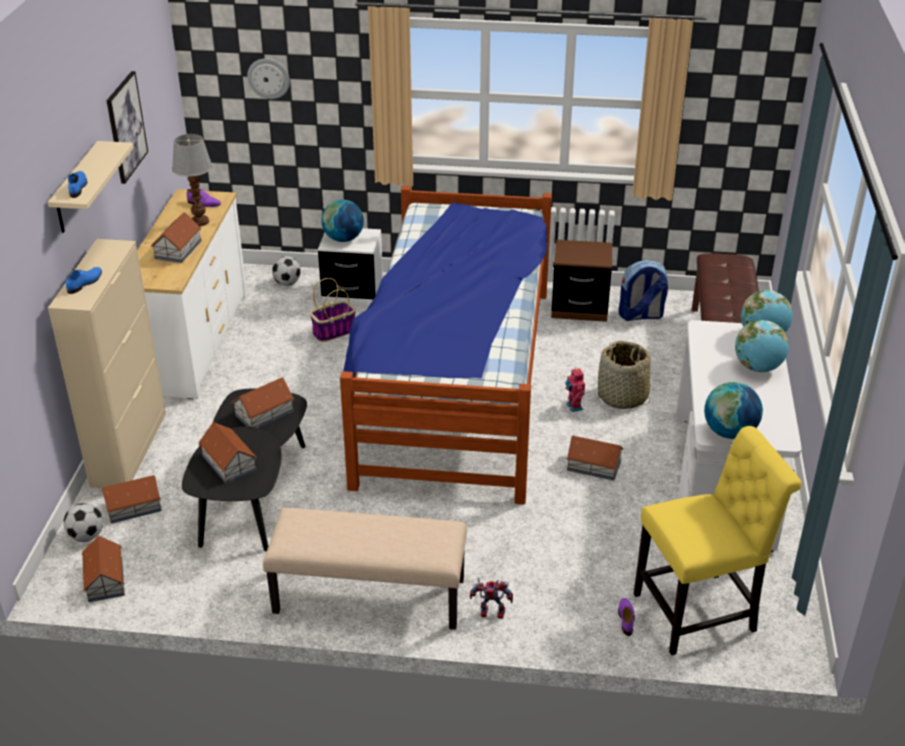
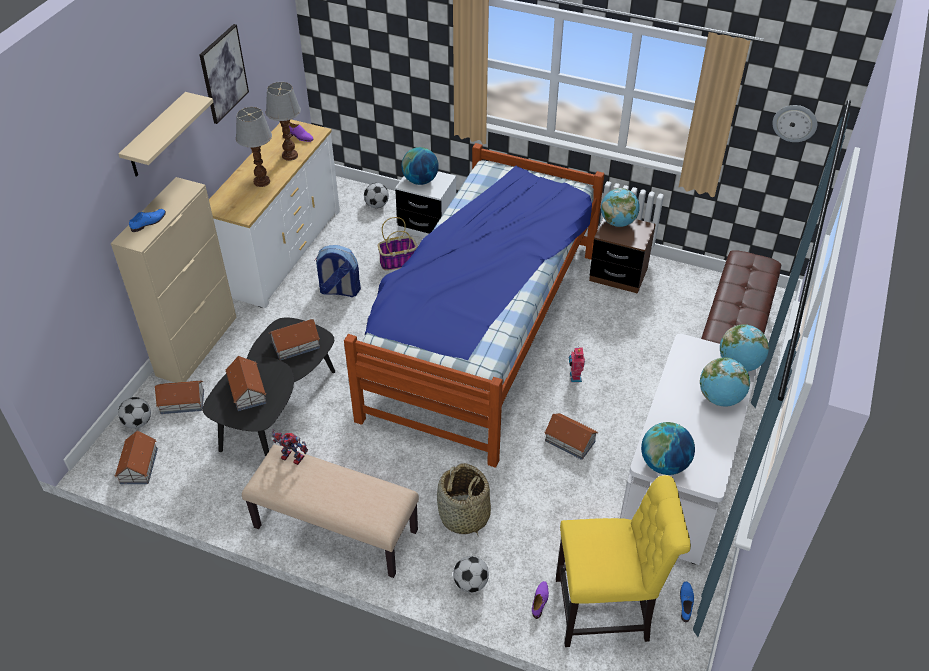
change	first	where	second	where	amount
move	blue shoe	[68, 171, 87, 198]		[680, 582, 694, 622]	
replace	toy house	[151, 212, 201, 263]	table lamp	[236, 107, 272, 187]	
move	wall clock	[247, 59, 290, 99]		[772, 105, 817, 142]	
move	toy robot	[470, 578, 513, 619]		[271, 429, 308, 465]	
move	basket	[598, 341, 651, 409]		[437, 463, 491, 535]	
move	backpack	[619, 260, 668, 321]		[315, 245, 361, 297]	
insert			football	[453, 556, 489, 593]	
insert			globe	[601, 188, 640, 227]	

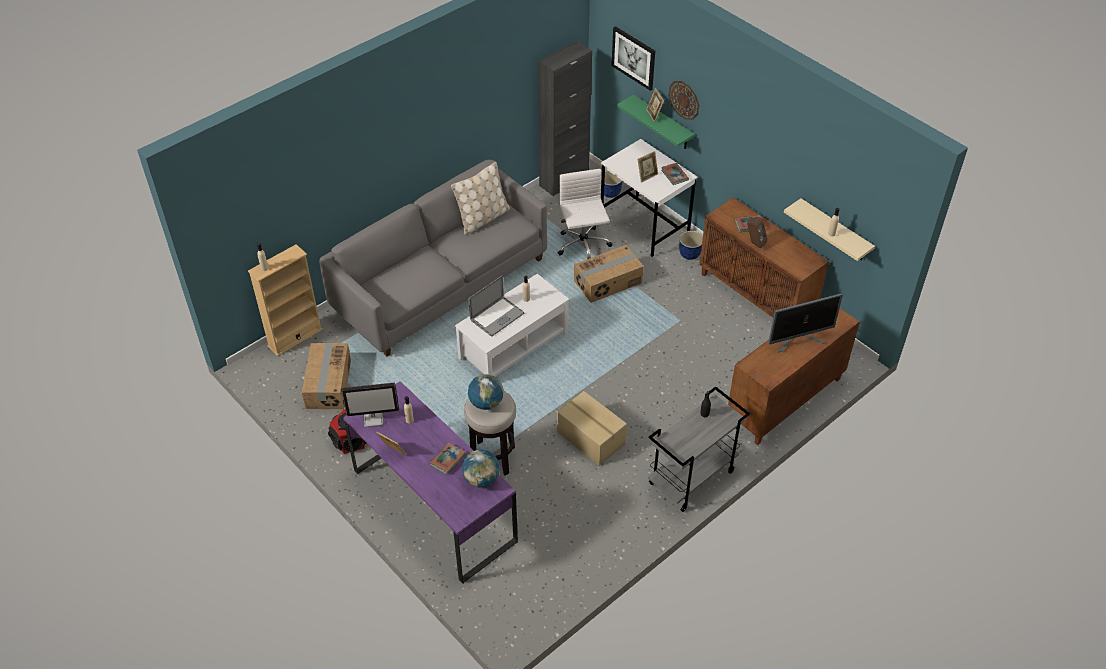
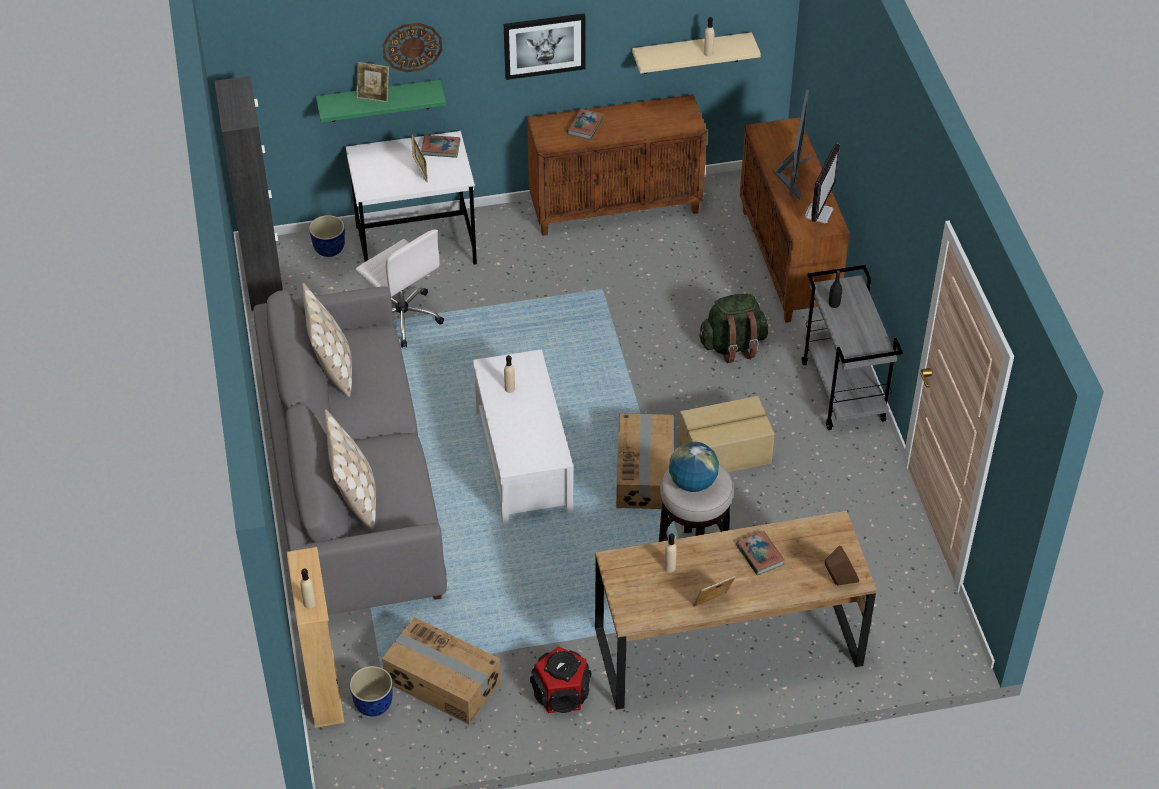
change	first	where	second	where	amount
move	monitor	[341, 383, 399, 427]		[805, 143, 840, 223]	
recolor	purple desk	[343, 381, 518, 584]	brown desk	[595, 511, 877, 710]	
delete	globe	[462, 449, 500, 488]			
delete	laptop	[469, 275, 525, 337]			
rotate	white office chair	[558, 169, 613, 259]		[355, 229, 444, 348]	150 degrees counterclockwise
move	cardboard box	[574, 245, 644, 303]		[616, 413, 673, 509]	
move	picture	[611, 26, 655, 91]		[504, 13, 586, 80]	
move	planter	[679, 231, 703, 260]		[350, 666, 392, 716]	
move	brown speaker	[747, 217, 767, 248]		[825, 546, 859, 586]	
insert			beige pillow	[325, 409, 376, 530]	
insert			green backpack	[699, 294, 768, 363]	

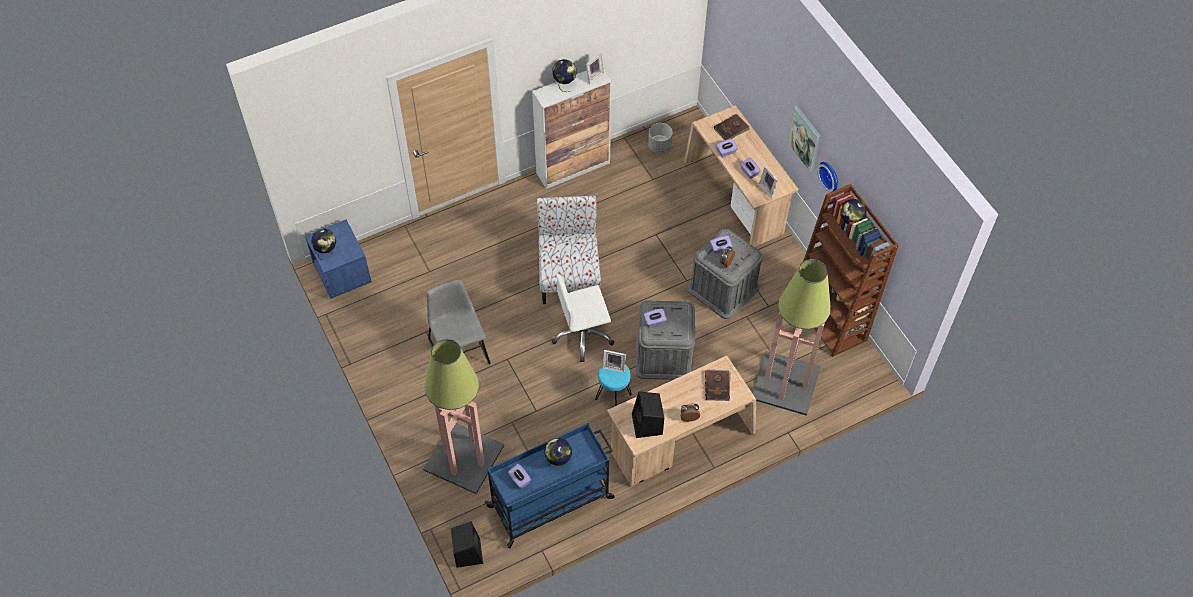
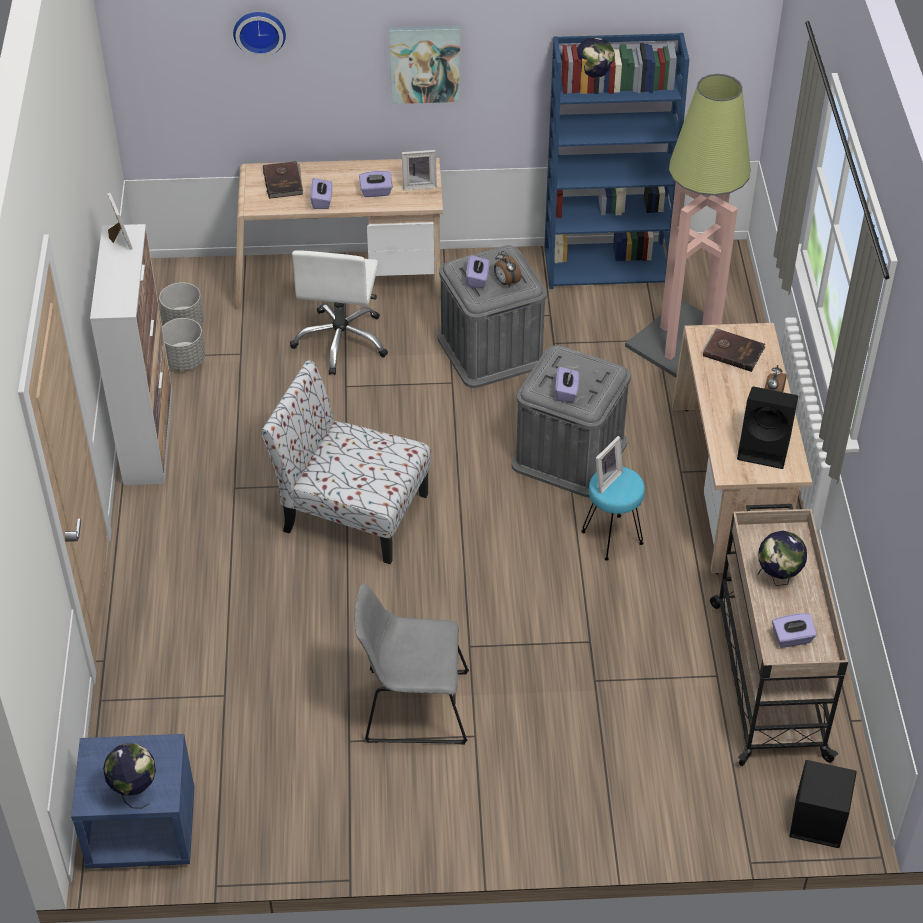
change	first	where	second	where	amount
delete	floor lamp	[423, 339, 504, 494]			
recolor	blue cart	[485, 423, 614, 549]	beige cart	[710, 504, 848, 766]	
move	white office chair	[552, 274, 614, 362]		[290, 250, 388, 375]	
delete	globe	[553, 59, 576, 92]			
recolor	brown bookcase	[803, 184, 899, 357]	blue bookcase	[544, 33, 689, 289]	
move	wall clock	[817, 162, 838, 192]		[233, 12, 286, 57]	
insert			grey planter	[162, 318, 205, 371]	

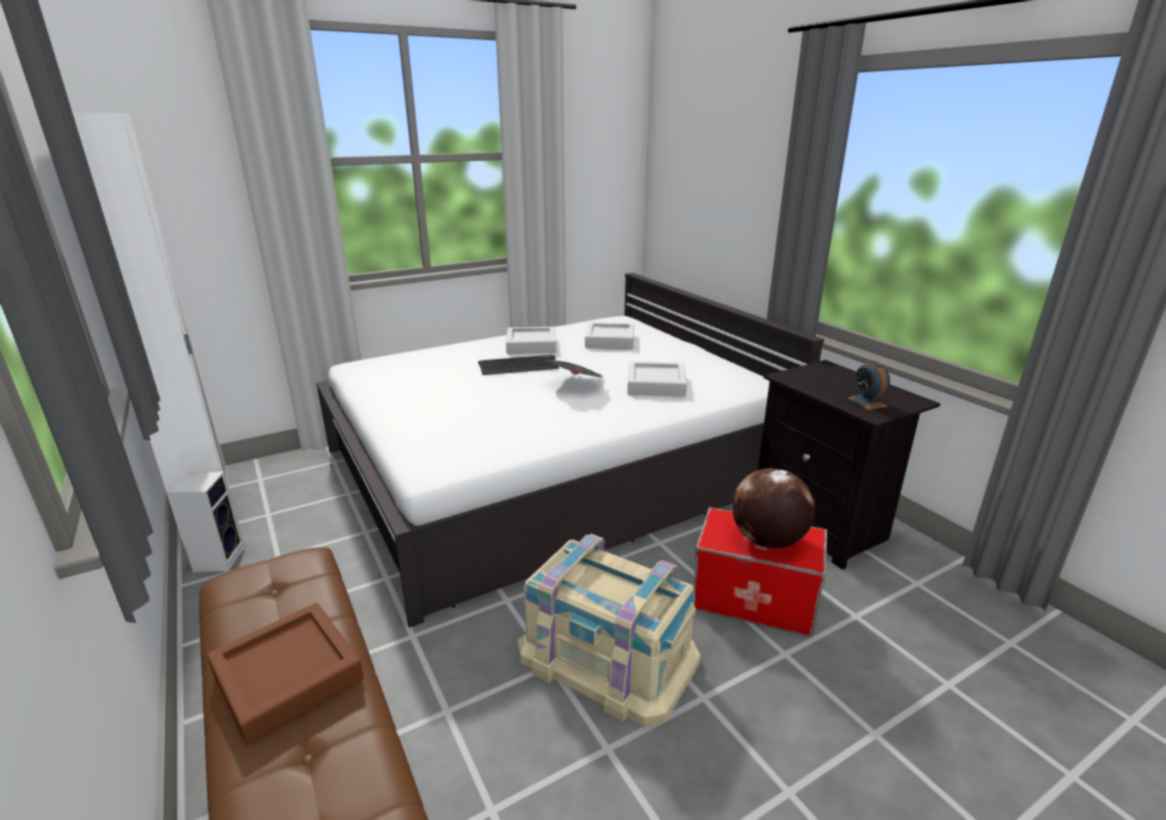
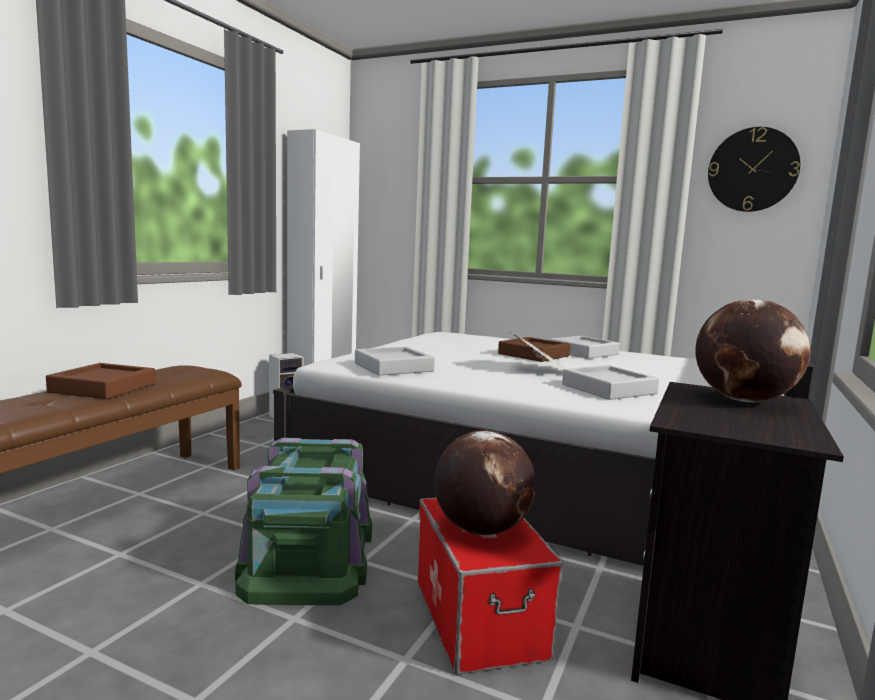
change	first	where	second	where	amount
replace	keyboard	[478, 355, 559, 375]	brown tray	[498, 337, 570, 362]	
recolor	beige storage box	[518, 534, 700, 727]	green storage box	[235, 438, 372, 605]	
move	grey tray	[585, 322, 634, 349]		[355, 347, 435, 376]	
delete	alarm clock	[848, 361, 890, 410]			
insert			globe	[696, 299, 811, 402]	
insert			wall clock	[708, 127, 800, 212]	

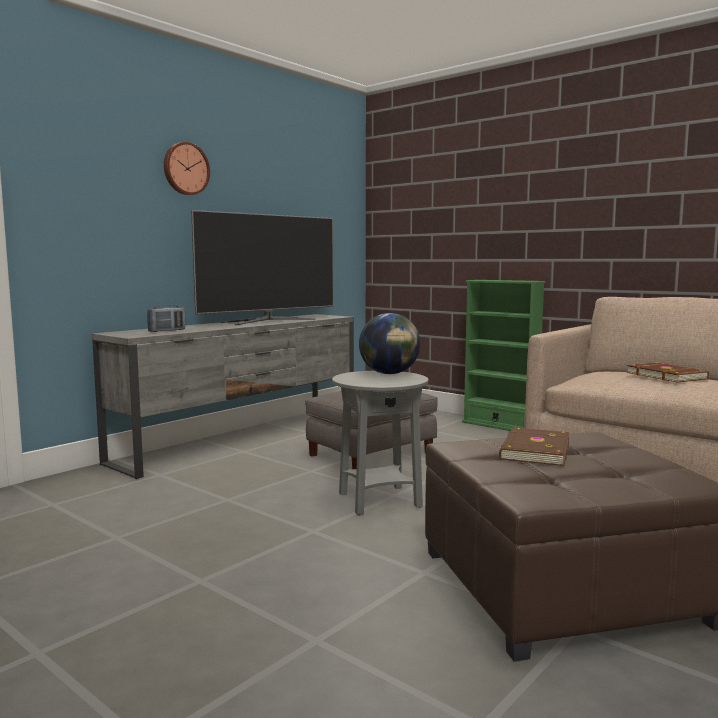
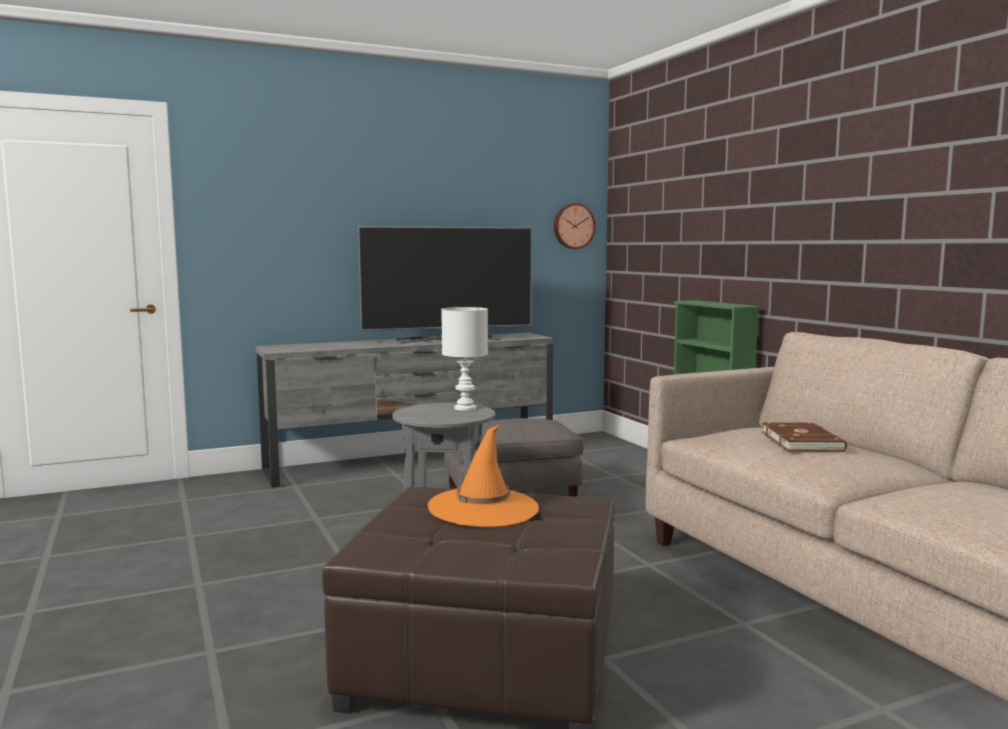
change	first	where	second	where	amount
delete	radio	[147, 305, 185, 332]			
move	wall clock	[164, 142, 210, 195]		[554, 203, 596, 249]	
replace	globe	[359, 313, 421, 374]	white table lamp	[441, 307, 488, 411]	
replace	brown book	[499, 428, 569, 466]	orange hat	[427, 424, 539, 527]	

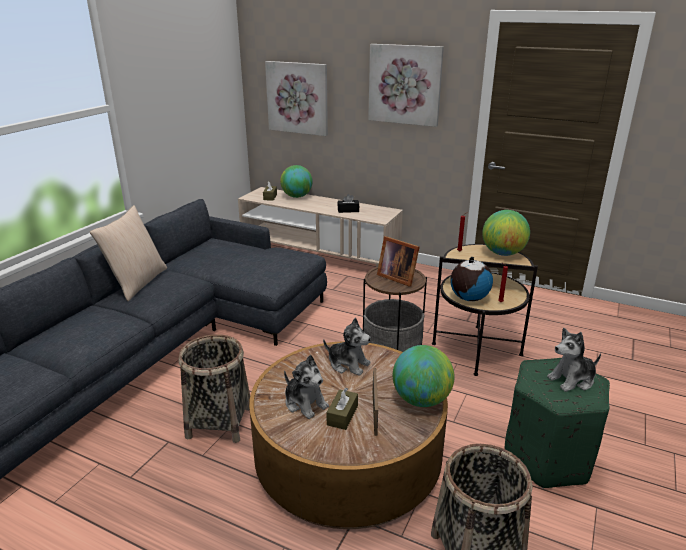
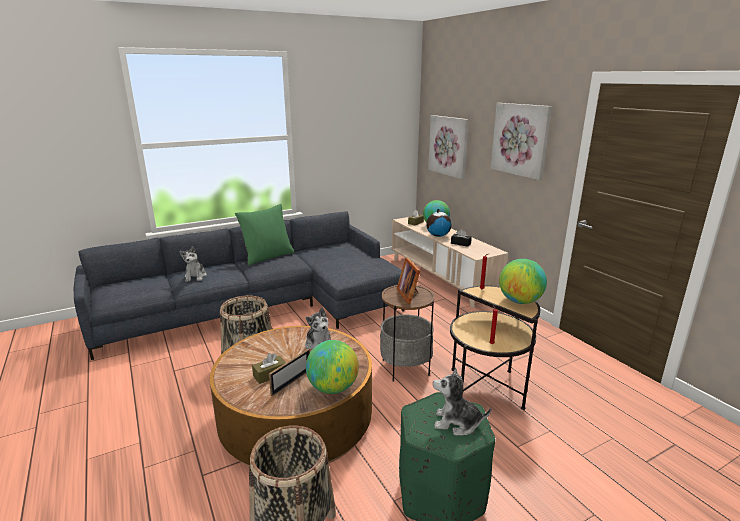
change	first	where	second	where	amount
recolor	beige pillow	[90, 205, 167, 301]	green pillow	[235, 204, 295, 266]	
move	plush toy	[284, 355, 329, 419]		[179, 246, 207, 282]	
move	globe	[450, 257, 493, 301]		[426, 209, 452, 237]	

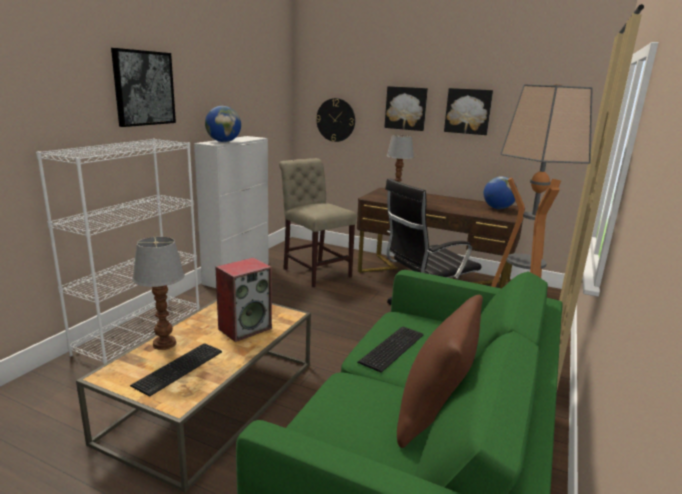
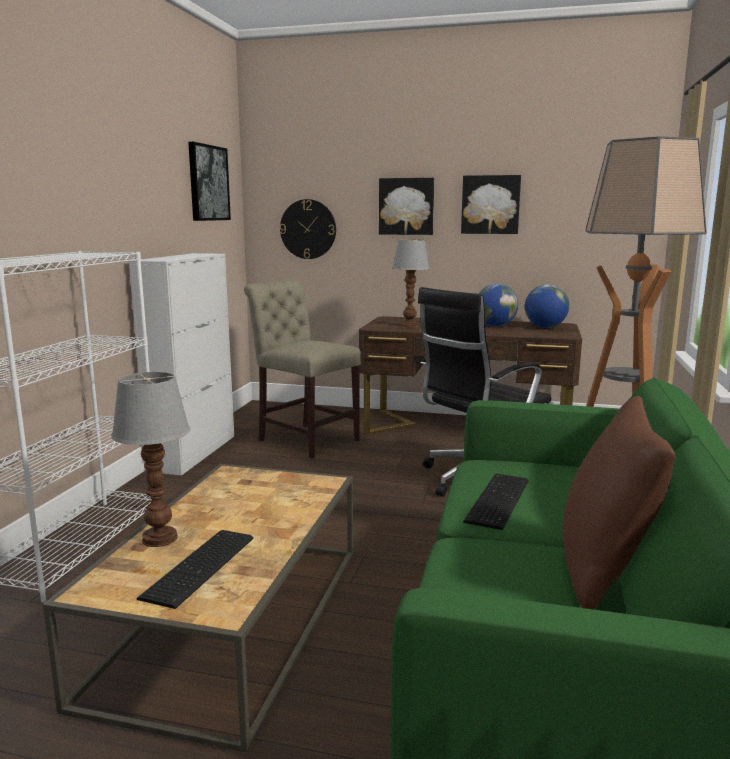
change	first	where	second	where	amount
move	picture	[111, 48, 176, 127]		[188, 142, 231, 221]	
move	globe	[205, 106, 241, 142]		[479, 284, 518, 326]	
delete	speaker	[216, 258, 272, 342]			

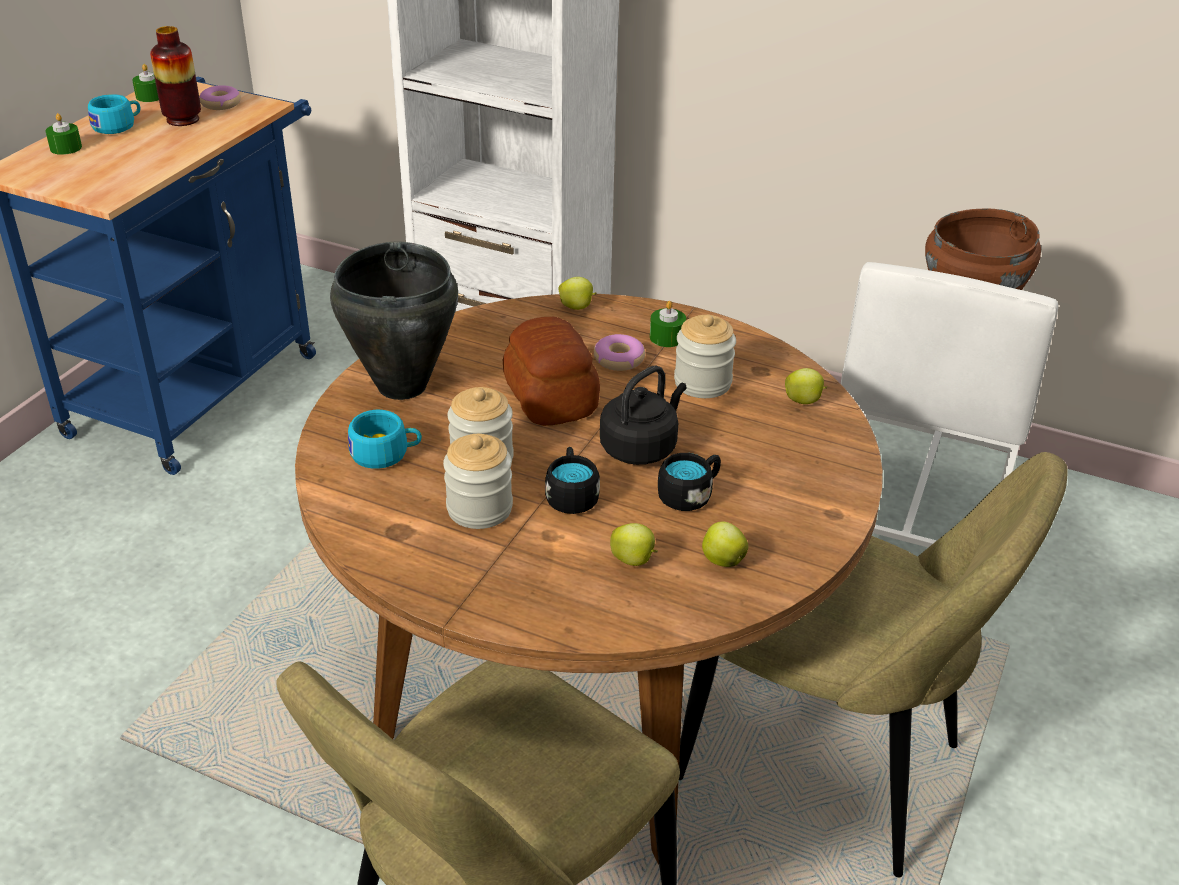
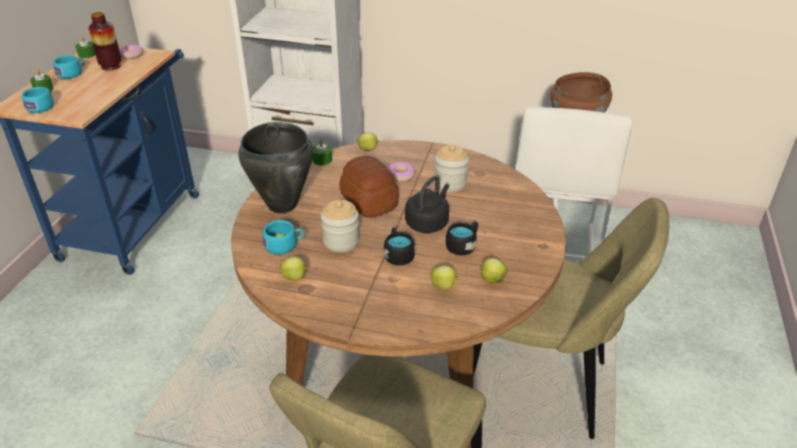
change	first	where	second	where	amount
delete	jar	[443, 434, 513, 529]			
move	green candle	[650, 301, 686, 347]		[312, 139, 332, 166]	
move	apple	[785, 368, 827, 404]		[280, 257, 308, 280]	
insert			turquoise cup	[22, 87, 54, 113]	

